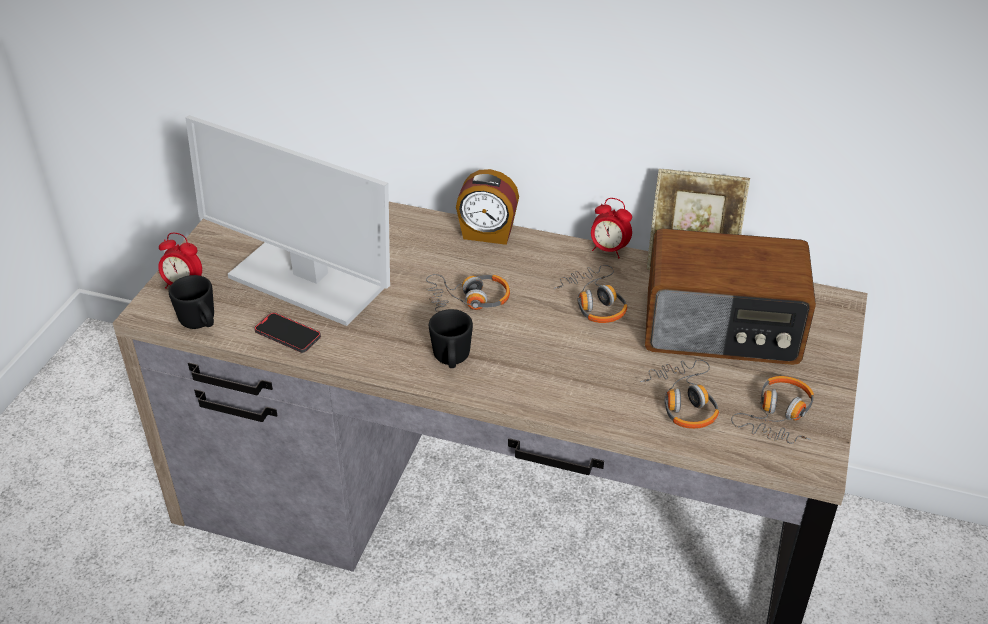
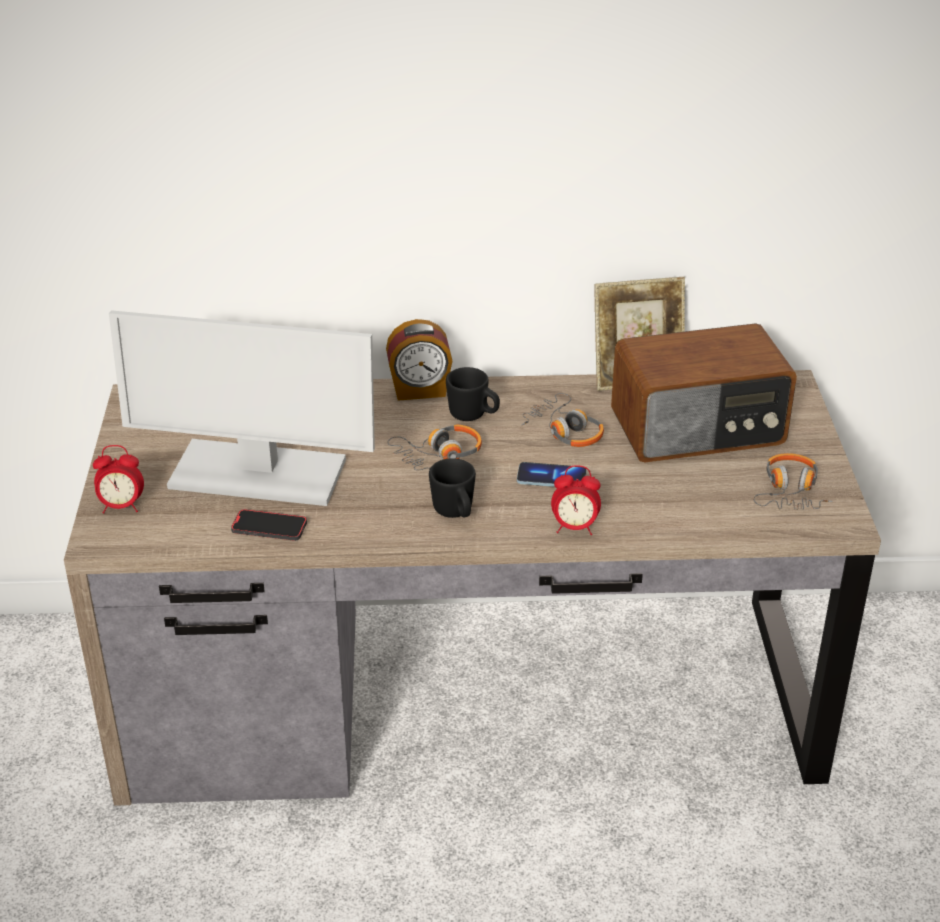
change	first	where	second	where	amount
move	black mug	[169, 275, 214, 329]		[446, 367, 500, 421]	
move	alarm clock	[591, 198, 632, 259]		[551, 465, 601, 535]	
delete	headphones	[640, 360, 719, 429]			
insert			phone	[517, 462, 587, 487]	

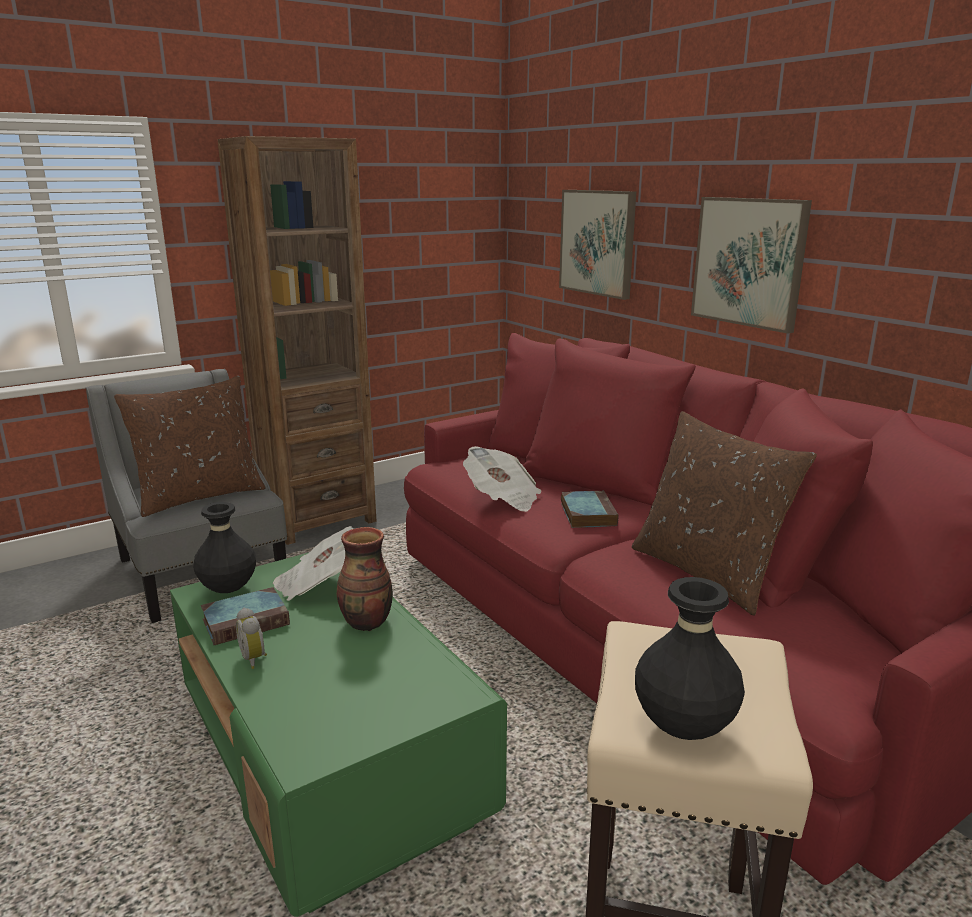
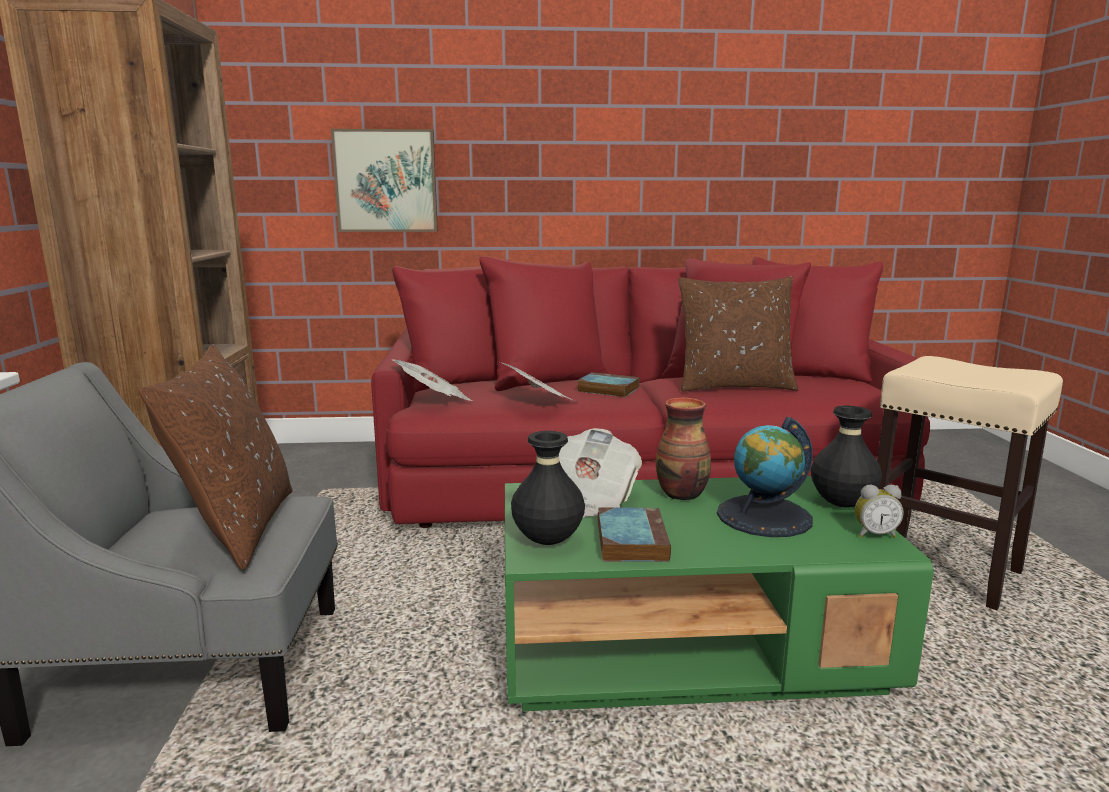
change	first	where	second	where	amount
move	alarm clock	[236, 608, 267, 669]		[855, 485, 904, 538]	
move	black vase	[635, 577, 745, 740]		[811, 405, 882, 508]	
delete	picture	[691, 197, 812, 334]			
insert			newspaper	[391, 359, 472, 401]	
insert			globe	[717, 417, 813, 537]	

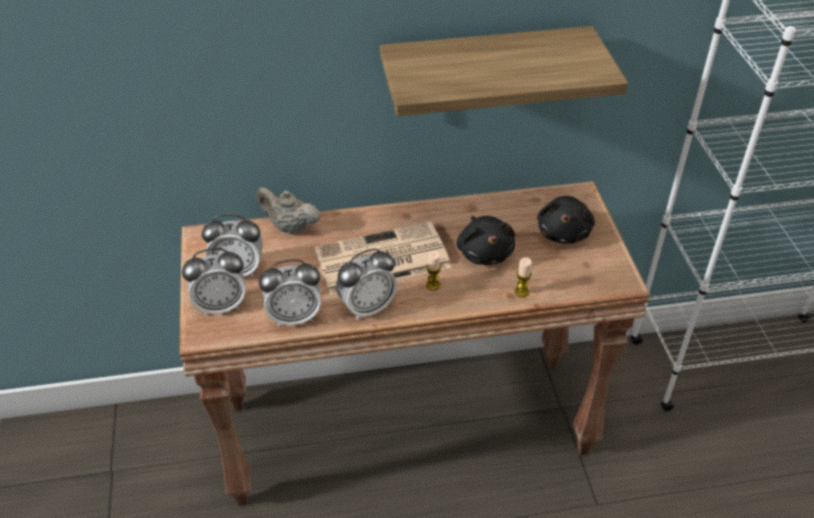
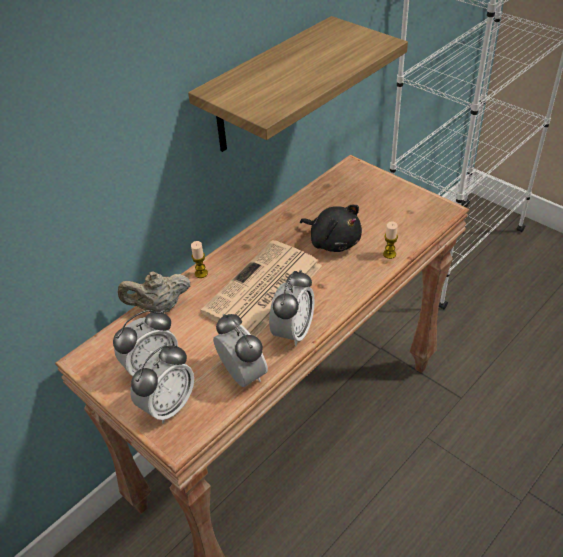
change	first	where	second	where	amount
rotate	alarm clock	[259, 260, 321, 326]		[213, 314, 268, 387]	75 degrees counterclockwise
move	candle	[426, 251, 441, 291]		[191, 241, 208, 278]	
delete	black plush toy	[537, 196, 595, 244]			

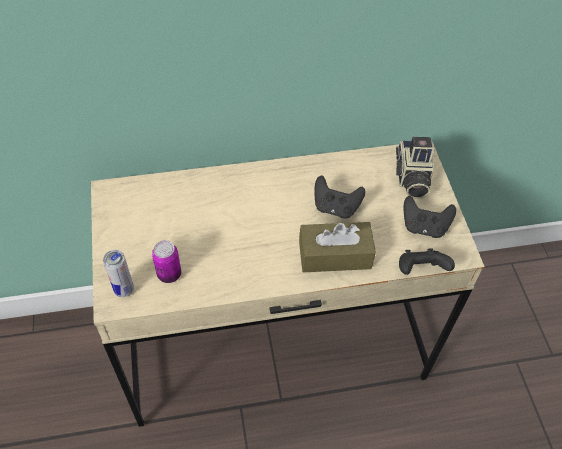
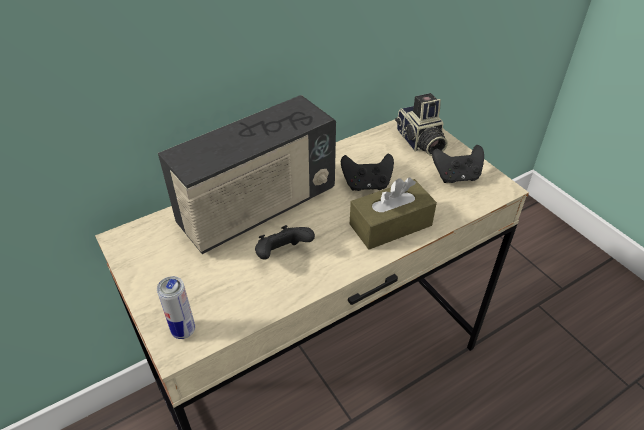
change	first	where	second	where	amount
delete	can	[152, 240, 181, 283]			
move	black game controller	[399, 249, 455, 275]		[255, 225, 315, 260]	
insert			radio	[158, 95, 336, 254]	

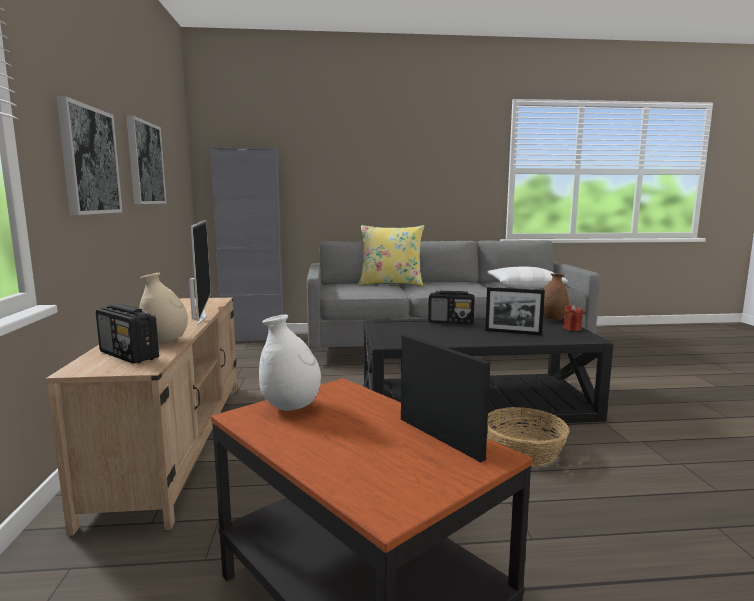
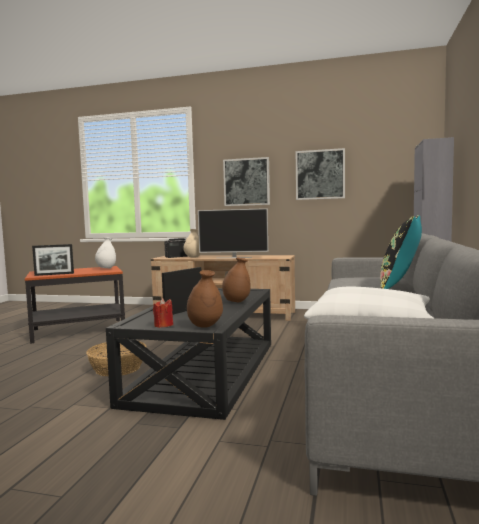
change	first	where	second	where	amount
recolor	yellow pillow	[358, 225, 424, 286]	black pillow	[380, 215, 422, 289]	
replace	radio	[428, 291, 475, 325]	brown vase	[222, 258, 251, 302]	

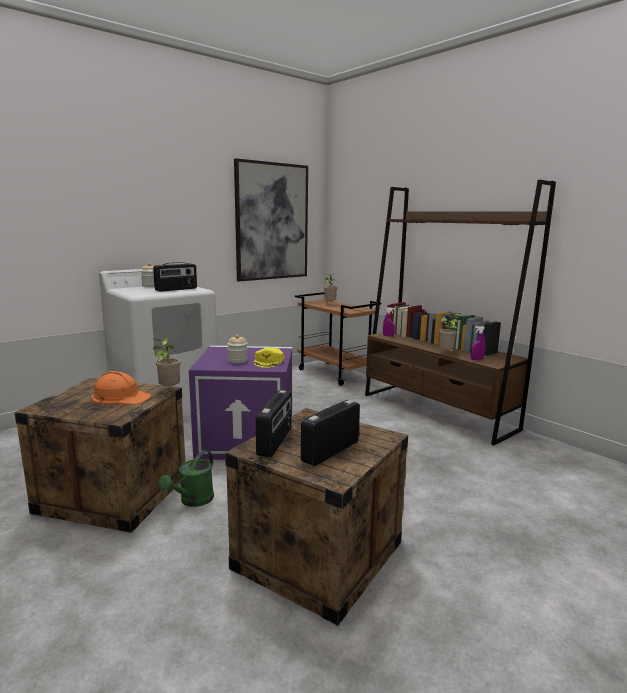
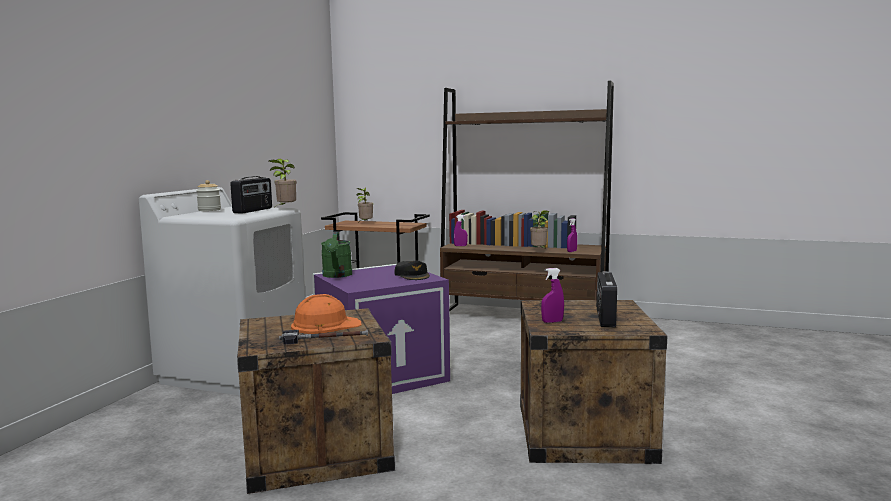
change	first	where	second	where	amount
move	potted plant	[153, 336, 180, 389]		[269, 159, 297, 207]	
move	green watering can	[158, 450, 214, 507]		[321, 232, 353, 278]	
delete	jar	[227, 335, 248, 363]			
delete	picture	[234, 158, 308, 281]			
recolor	yellow cap	[254, 348, 284, 368]	black cap	[394, 260, 430, 280]	
replace	radio	[256, 390, 292, 457]	purple spray bottle	[541, 268, 564, 323]	
insert			hammer	[279, 330, 368, 344]	

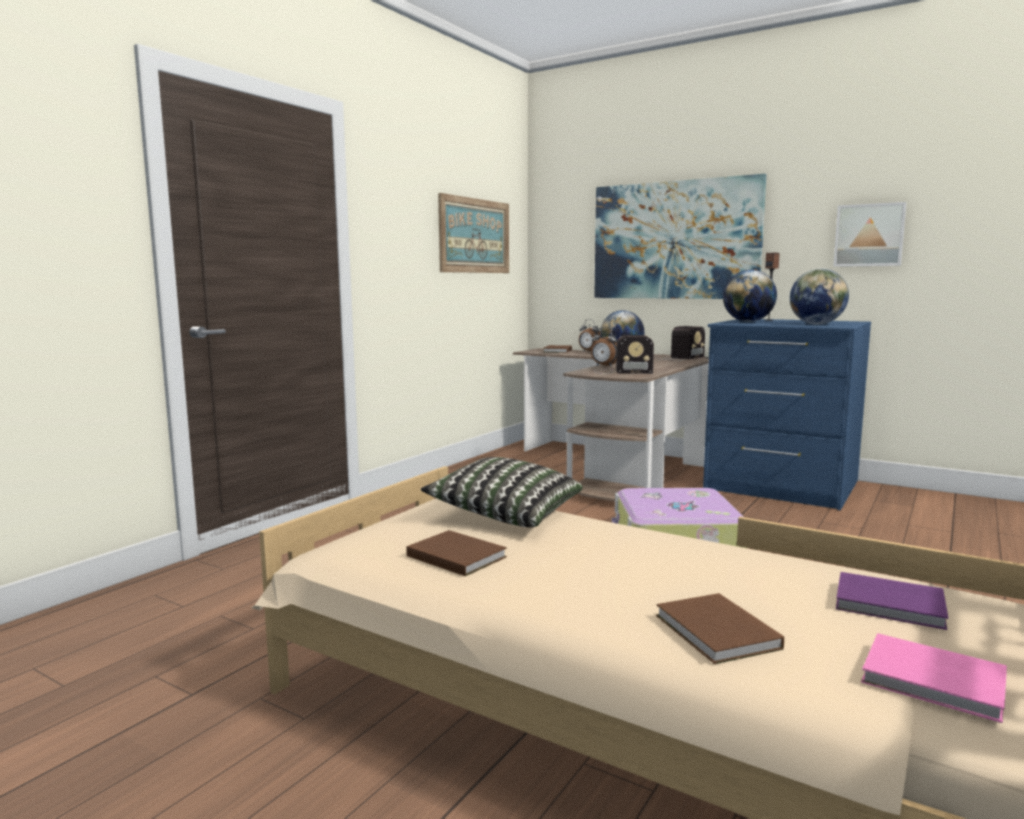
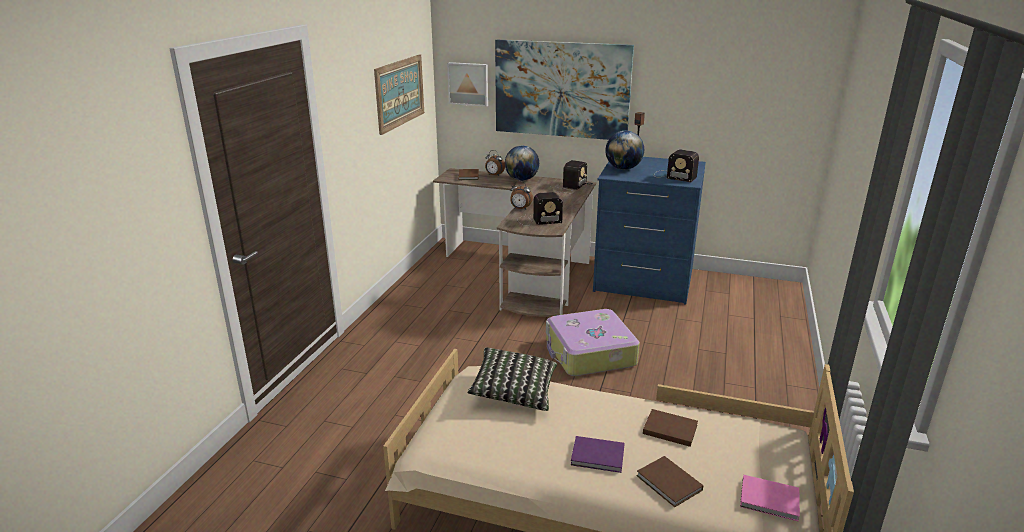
change	first	where	second	where	amount
move	brown book	[407, 530, 507, 576]		[643, 409, 698, 447]	
replace	globe	[790, 269, 849, 325]	radio	[654, 150, 699, 182]	
move	picture	[834, 202, 907, 267]		[447, 62, 488, 107]	
move	purple book	[836, 572, 948, 630]		[571, 436, 625, 473]	

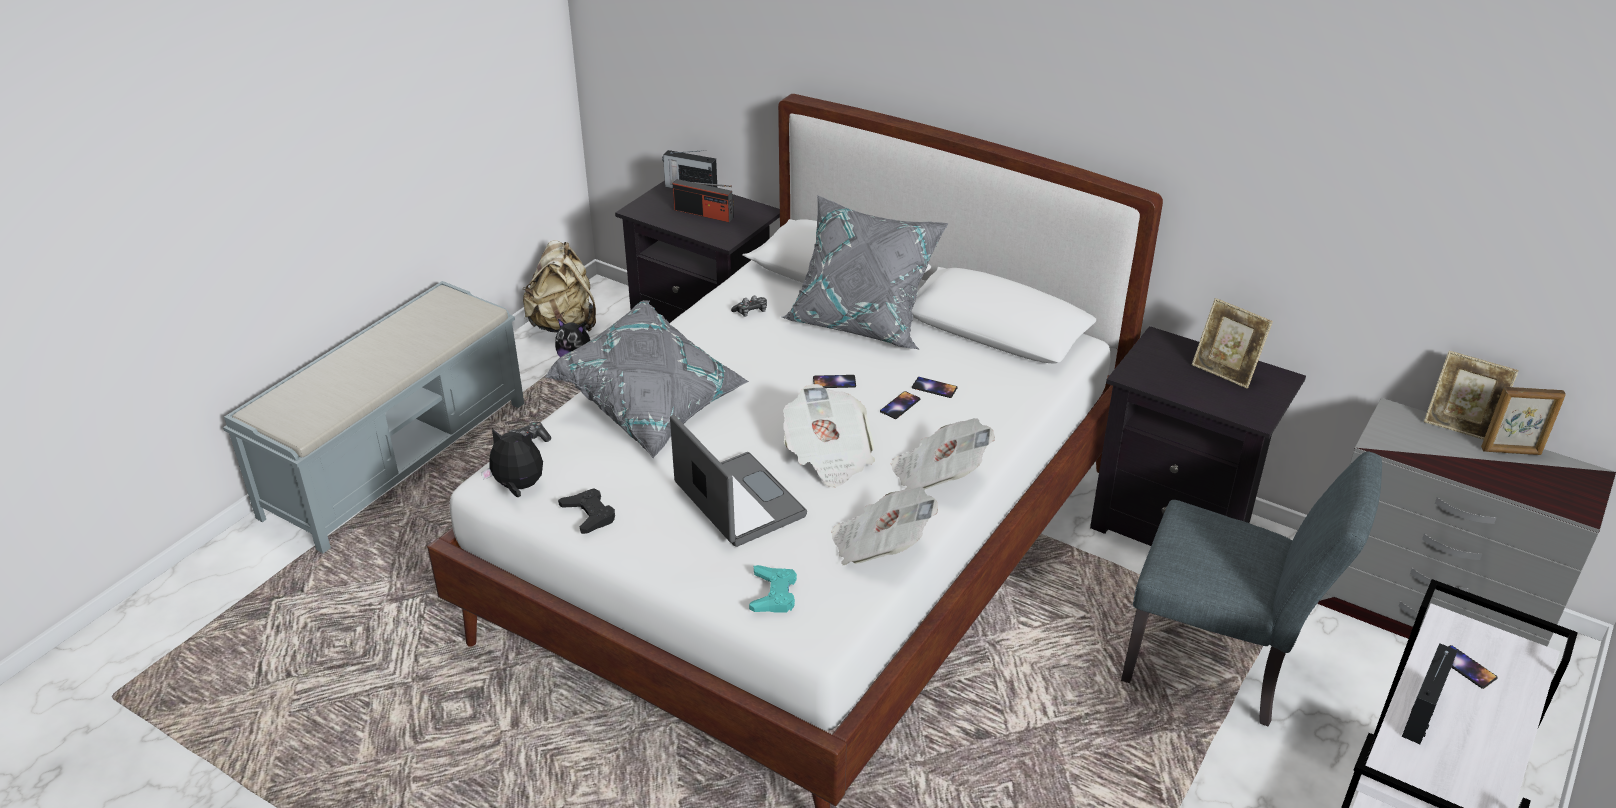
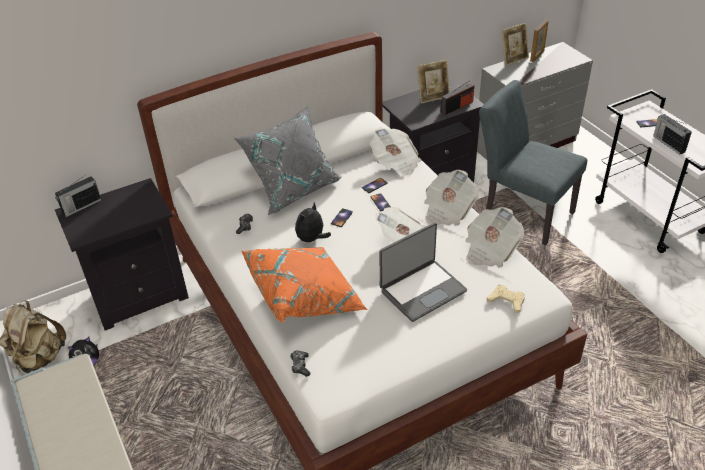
change	first	where	second	where	amount
move	plush toy	[481, 429, 543, 497]		[295, 202, 331, 242]	
recolor	grey pillow	[545, 300, 749, 458]	orange pillow	[241, 247, 368, 323]	
delete	black game controller	[558, 488, 615, 534]			
rotate	laptop	[670, 415, 807, 547]		[379, 222, 467, 322]	150 degrees clockwise
move	radio	[673, 179, 734, 222]		[440, 80, 474, 115]	
recolor	turquoise game controller	[749, 565, 797, 612]	beige game controller	[487, 285, 525, 313]	
rotate	grey chair	[1121, 452, 1382, 726]		[479, 80, 587, 245]	105 degrees counterclockwise
insert			newspaper	[370, 128, 421, 178]	

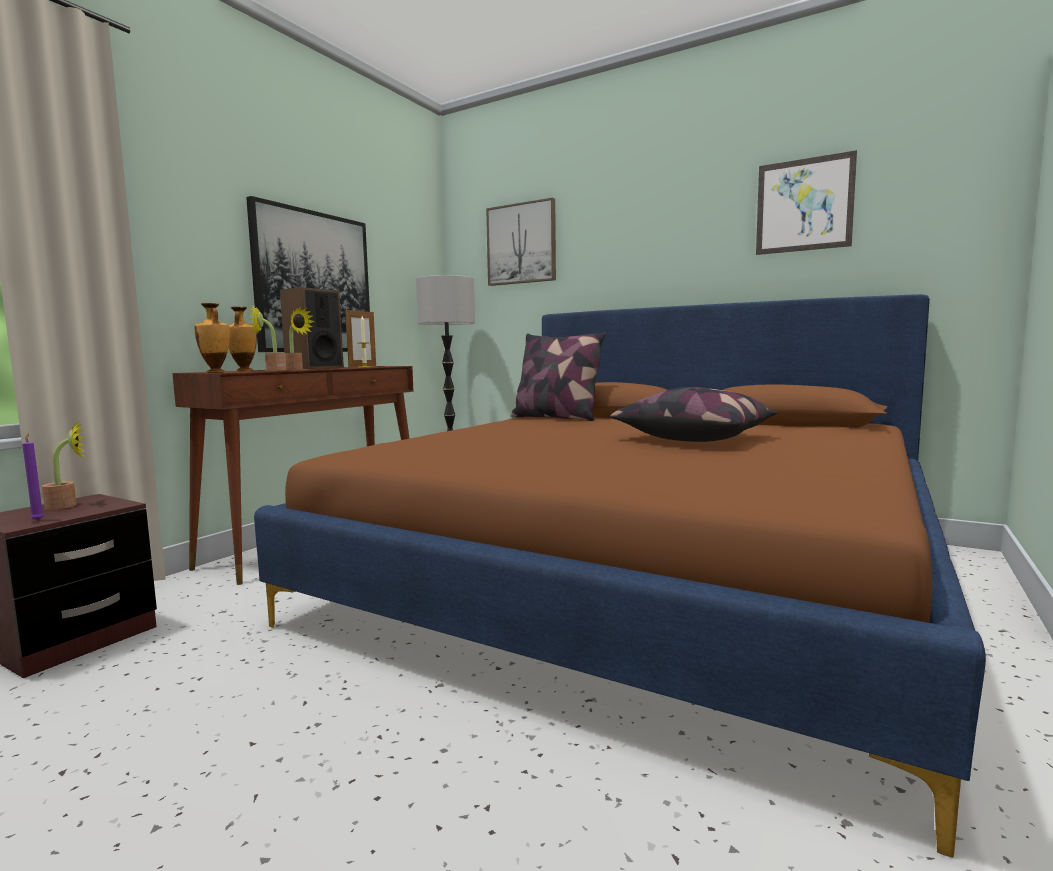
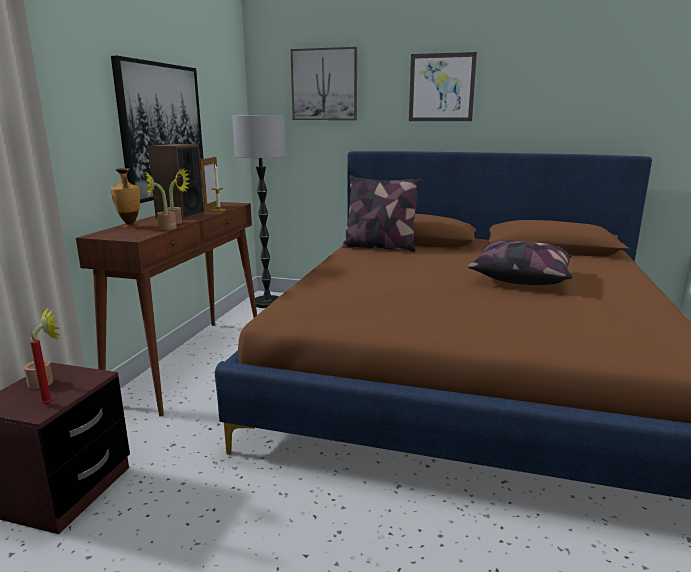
change	first	where	second	where	amount
recolor	purple candle	[22, 433, 44, 520]	red candle	[30, 332, 52, 405]	
delete	vase	[194, 303, 230, 372]			
move	picture	[756, 150, 857, 255]		[409, 52, 477, 121]	

